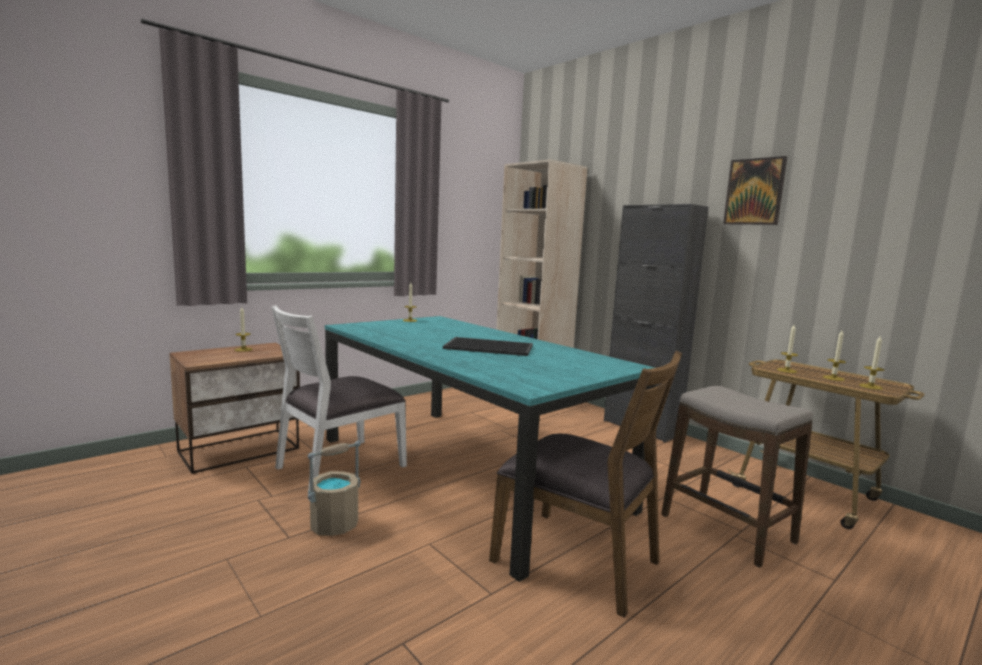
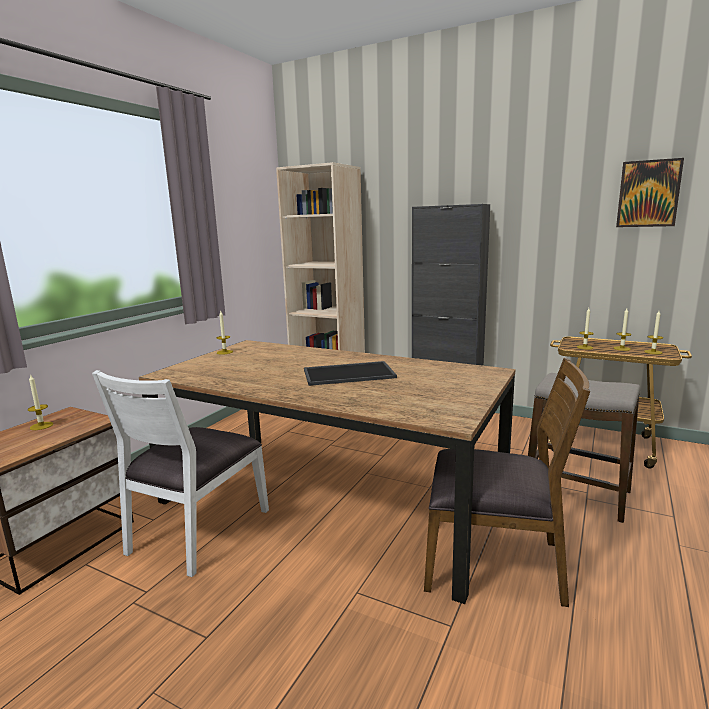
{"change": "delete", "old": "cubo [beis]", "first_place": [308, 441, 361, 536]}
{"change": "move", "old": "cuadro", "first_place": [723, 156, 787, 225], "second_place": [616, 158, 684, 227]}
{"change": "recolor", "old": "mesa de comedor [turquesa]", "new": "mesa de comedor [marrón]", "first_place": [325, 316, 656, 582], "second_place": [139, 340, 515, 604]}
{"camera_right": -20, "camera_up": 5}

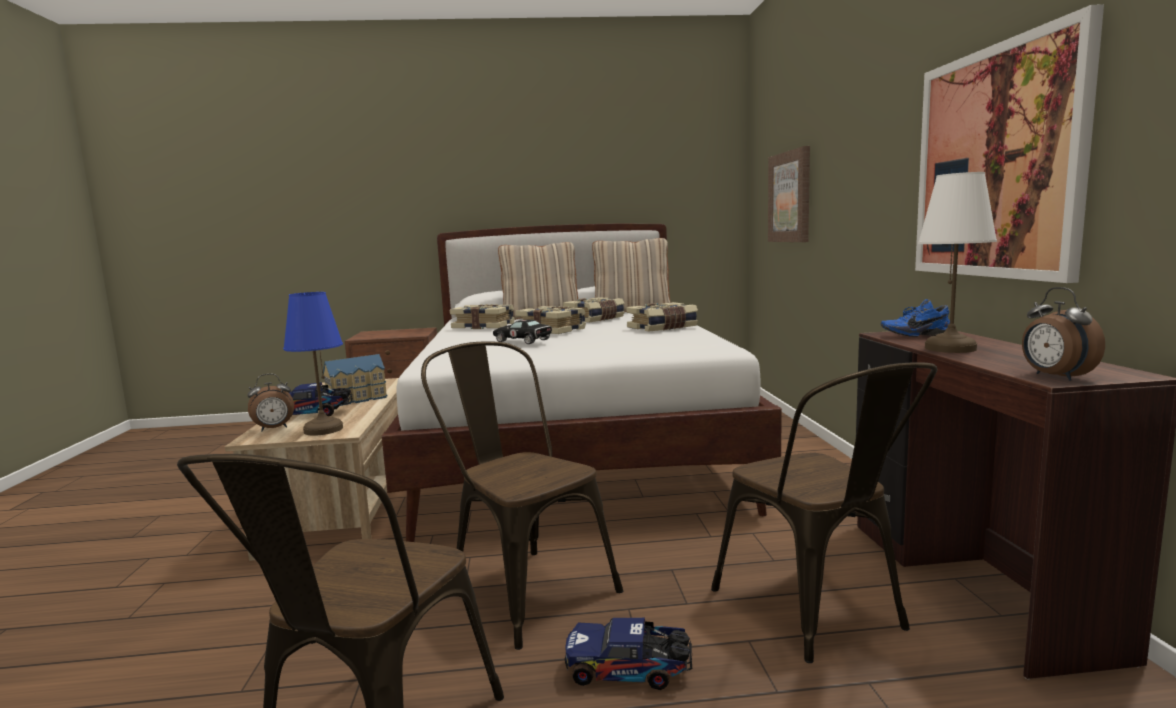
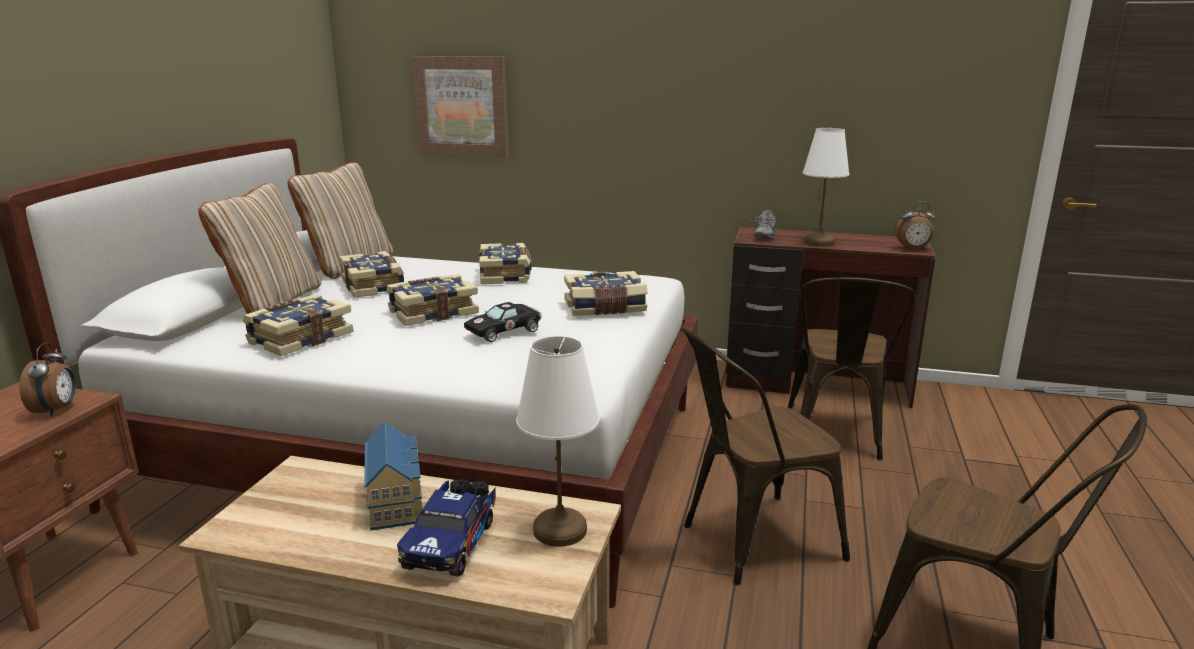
{"change": "delete", "old": "camión de juguete", "first_place": [565, 618, 692, 690]}
{"change": "delete", "old": "cuadro", "first_place": [915, 5, 1104, 283]}
{"change": "insert", "new": "libro", "second_place": [564, 271, 648, 316]}
{"change": "move", "old": "despertador", "first_place": [247, 374, 294, 431], "second_place": [20, 342, 76, 416]}
{"change": "recolor", "old": "lámpara de mesa [azul]", "new": "lámpara de mesa [blanco]", "first_place": [283, 292, 343, 436], "second_place": [516, 336, 599, 547]}
{"change": "recolor", "old": "zapato [azul]", "new": "zapato [gris]", "first_place": [881, 299, 950, 337], "second_place": [750, 210, 776, 239]}
{"change": "rotate", "old": "silla [marrón]", "first_place": [711, 362, 937, 663], "second_place": [788, 277, 915, 460], "degrees": 105}
{"camera_right": -70, "camera_up": 10}

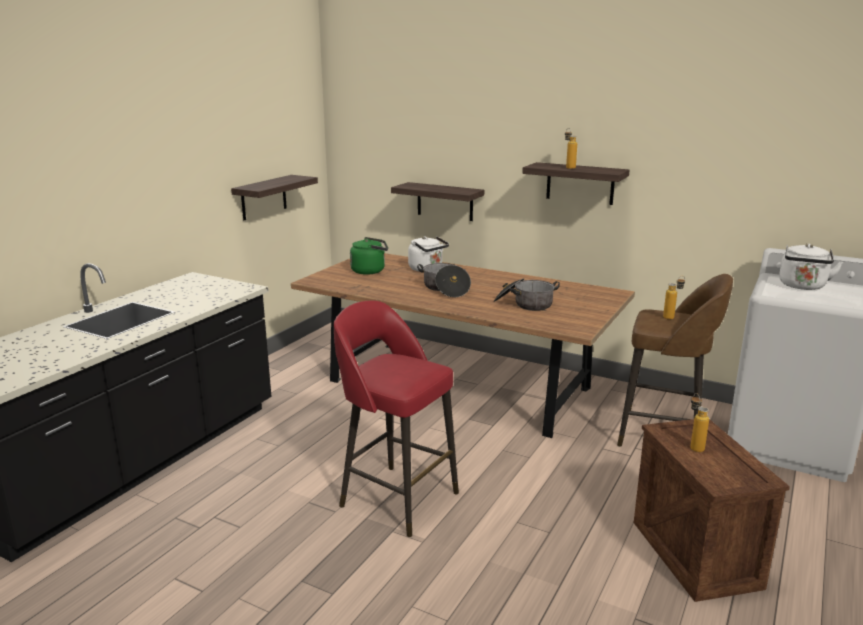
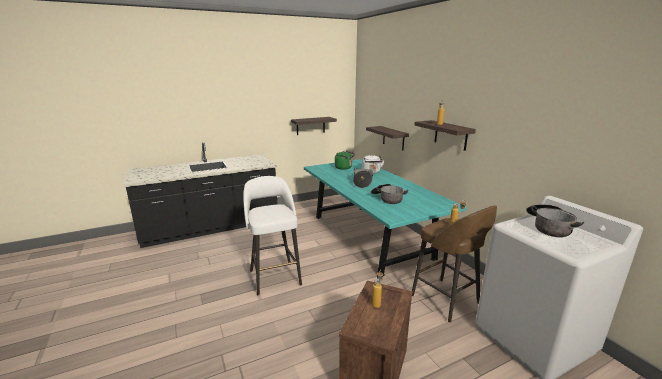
{"change": "replace", "old": "hervidor [blanco]", "new": "olla", "first_place": [779, 244, 843, 290], "second_place": [526, 204, 584, 237]}
{"change": "recolor", "old": "mesa de comedor [marrón]", "new": "mesa de comedor [turquesa]", "first_place": [291, 253, 635, 438], "second_place": [304, 159, 466, 276]}
{"change": "recolor", "old": "taburete [rojo]", "new": "taburete [blanco]", "first_place": [334, 301, 459, 537], "second_place": [243, 176, 302, 295]}
{"camera_right": 35, "camera_up": 0}

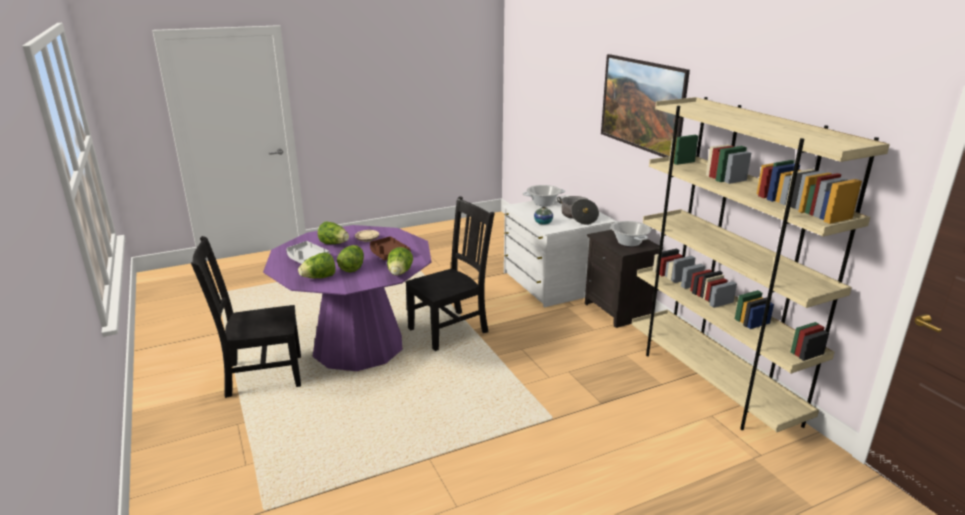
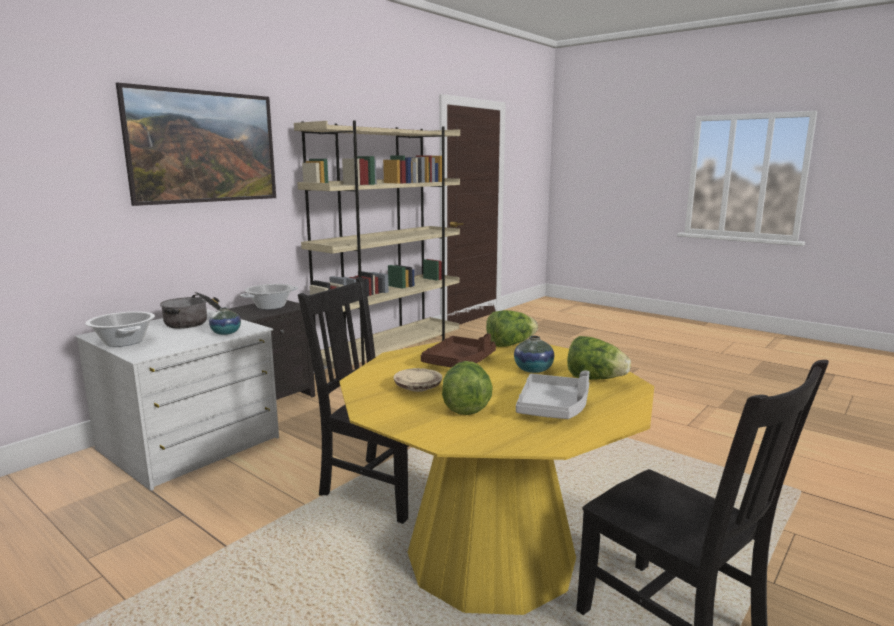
{"change": "replace", "old": "lechuga", "new": "florero", "first_place": [337, 245, 364, 273], "second_place": [514, 336, 554, 373]}
{"change": "recolor", "old": "mesa de comedor [morado]", "new": "mesa de comedor [amarillo]", "first_place": [263, 225, 432, 371], "second_place": [339, 340, 654, 615]}
{"camera_right": -115, "camera_up": -10}

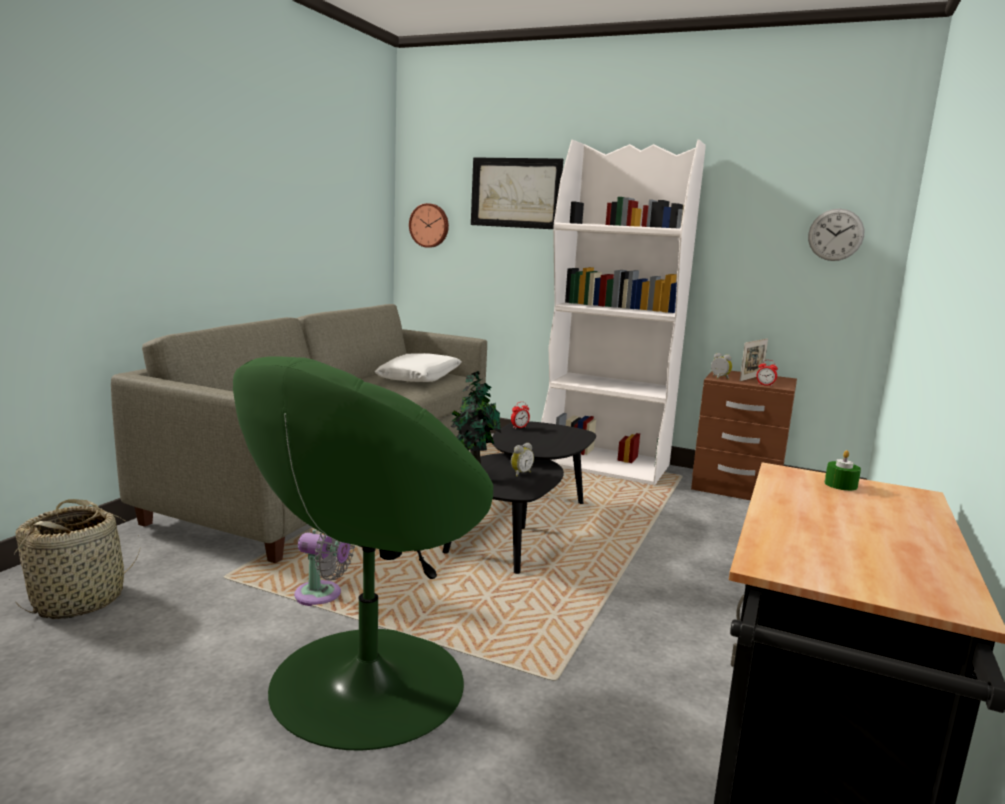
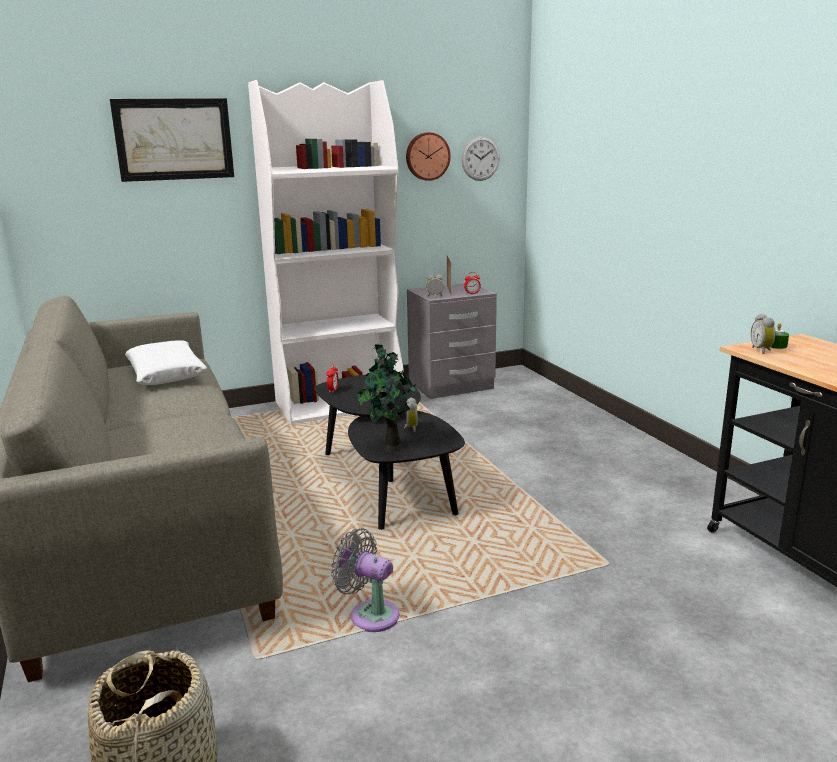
{"change": "delete", "old": "sillón [verde]", "first_place": [233, 356, 493, 750]}
{"change": "insert", "new": "despertador", "second_place": [751, 313, 775, 354]}
{"change": "move", "old": "reloj de pared", "first_place": [409, 203, 449, 248], "second_place": [406, 132, 451, 181]}
{"change": "recolor", "old": "mesita de noche [marrón]", "new": "mesita de noche [gris]", "first_place": [691, 371, 797, 500], "second_place": [407, 283, 497, 399]}
{"change": "rotate", "old": "ventilador [gris]", "first_place": [294, 529, 355, 606], "second_place": [331, 528, 399, 632], "degrees": -120}
{"camera_right": -45, "camera_up": 5}

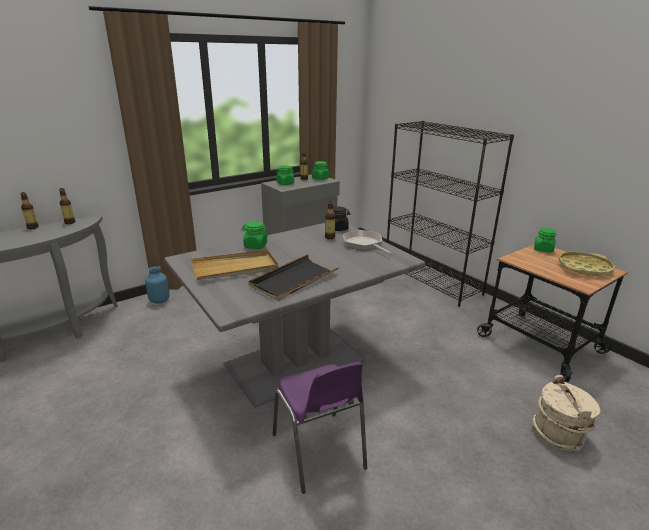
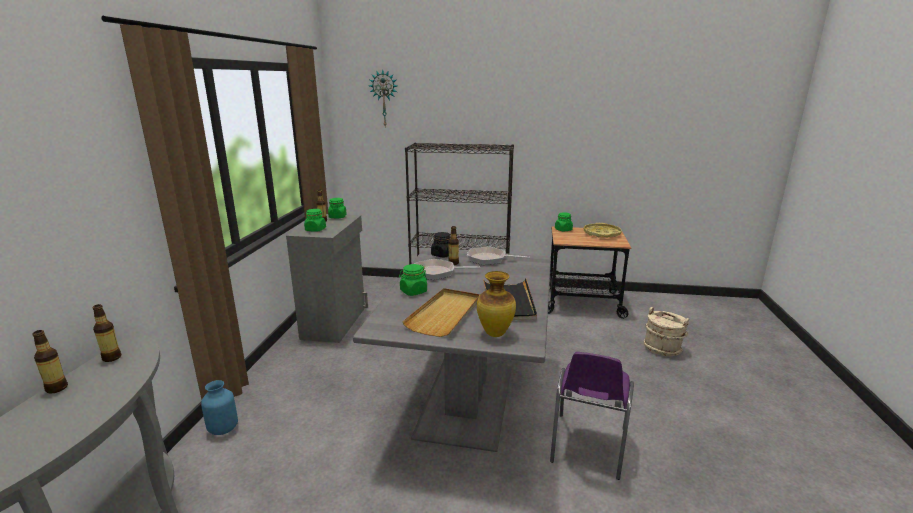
{"change": "insert", "new": "reloj de pared", "second_place": [369, 69, 397, 126]}
{"change": "insert", "new": "sartén", "second_place": [415, 259, 480, 280]}
{"change": "insert", "new": "florero", "second_place": [477, 271, 516, 337]}
{"change": "rotate", "old": "silla [morado]", "first_place": [273, 362, 367, 494], "second_place": [550, 352, 634, 480], "degrees": 90}
{"camera_right": -45, "camera_up": -5}

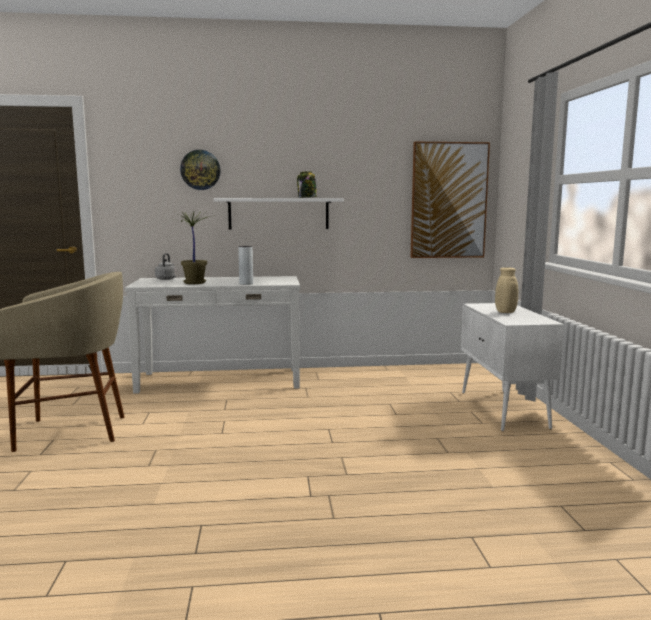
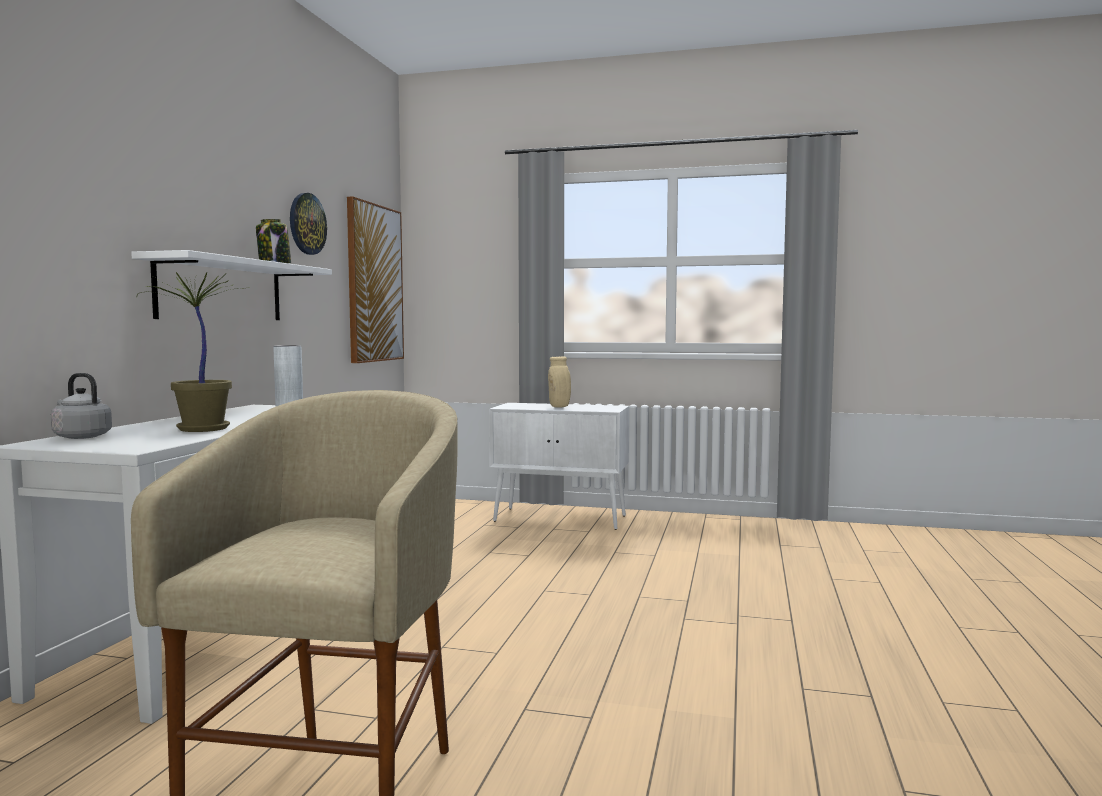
{"change": "move", "old": "reloj de pared", "first_place": [180, 150, 221, 190], "second_place": [290, 193, 327, 255]}
{"camera_right": -70, "camera_up": -5}

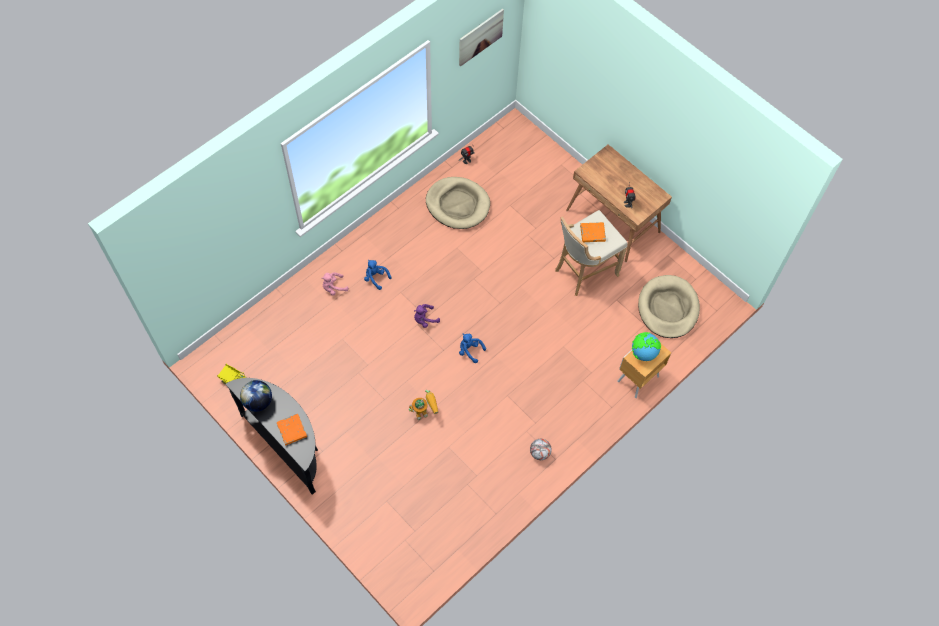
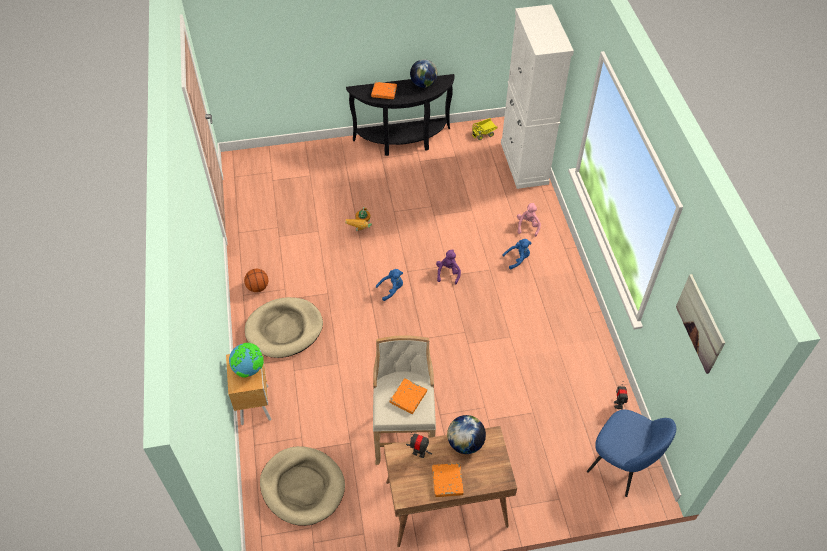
{"change": "insert", "new": "libro [naranja]", "second_place": [432, 463, 464, 497]}
{"change": "insert", "new": "globo terráqueo", "second_place": [447, 415, 486, 454]}
{"change": "insert", "new": "armario [blanco]", "second_place": [501, 4, 574, 189]}
{"change": "insert", "new": "silla [azul]", "second_place": [587, 410, 676, 497]}
{"change": "move", "old": "cama para perro [beis]", "first_place": [426, 177, 490, 229], "second_place": [245, 297, 323, 358]}
{"change": "replace", "old": "balón de fútbol", "new": "balón de baloncesto", "first_place": [530, 439, 552, 460], "second_place": [244, 269, 268, 292]}
{"camera_right": 125, "camera_up": -10}

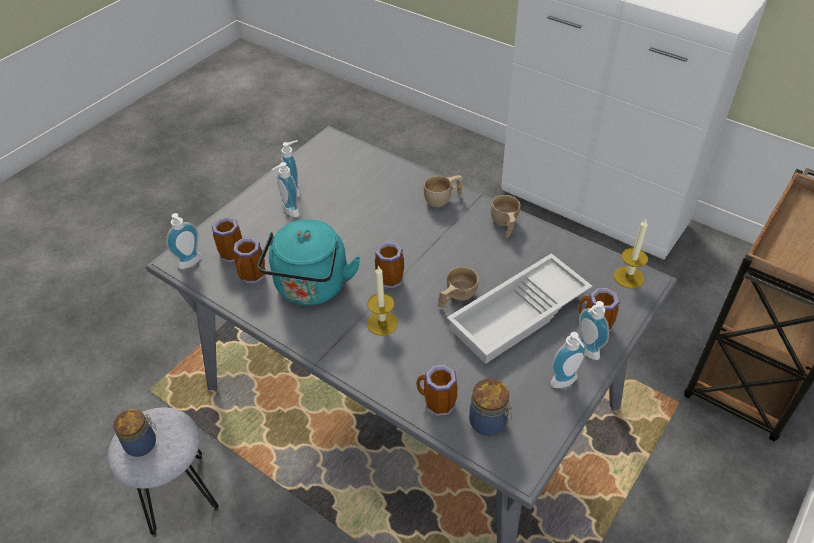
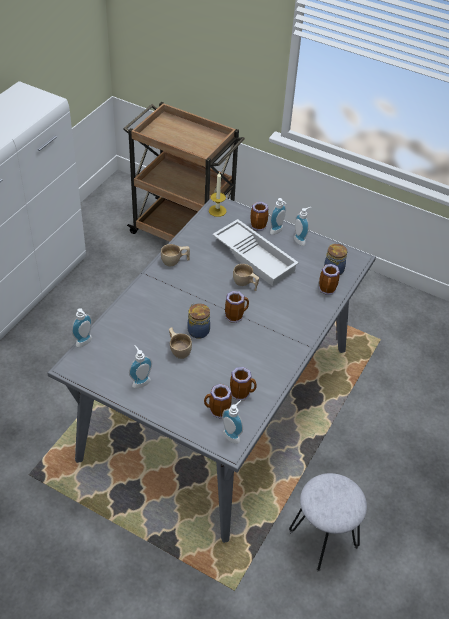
{"change": "delete", "old": "hervidor [turquesa]", "first_place": [257, 219, 361, 305]}
{"change": "delete", "old": "vela", "first_place": [367, 265, 398, 336]}
{"change": "move", "old": "tarro", "first_place": [113, 409, 157, 457], "second_place": [187, 303, 210, 339]}
{"change": "move", "old": "dispensador de jabón", "first_place": [272, 162, 300, 217], "second_place": [72, 308, 92, 347]}
{"change": "move", "old": "taza [beis]", "first_place": [424, 175, 463, 207], "second_place": [169, 327, 192, 359]}
{"camera_right": -100, "camera_up": 0}

